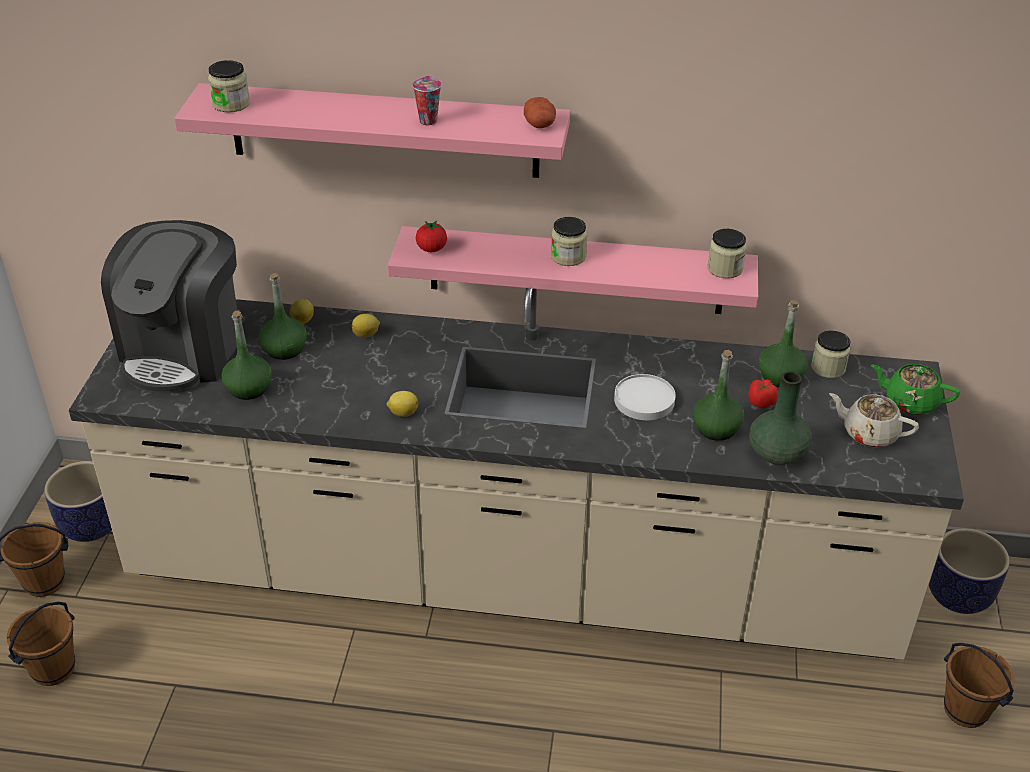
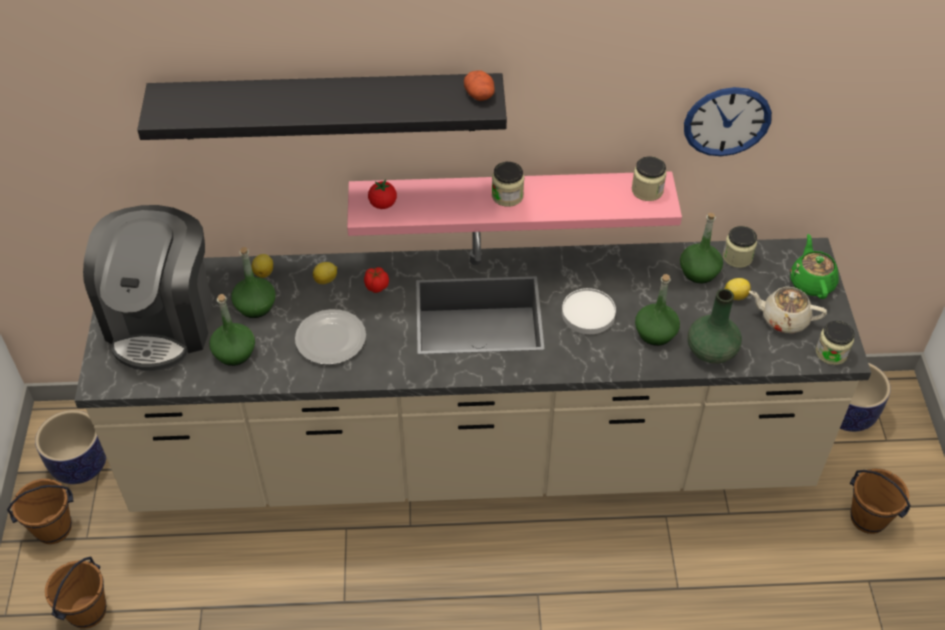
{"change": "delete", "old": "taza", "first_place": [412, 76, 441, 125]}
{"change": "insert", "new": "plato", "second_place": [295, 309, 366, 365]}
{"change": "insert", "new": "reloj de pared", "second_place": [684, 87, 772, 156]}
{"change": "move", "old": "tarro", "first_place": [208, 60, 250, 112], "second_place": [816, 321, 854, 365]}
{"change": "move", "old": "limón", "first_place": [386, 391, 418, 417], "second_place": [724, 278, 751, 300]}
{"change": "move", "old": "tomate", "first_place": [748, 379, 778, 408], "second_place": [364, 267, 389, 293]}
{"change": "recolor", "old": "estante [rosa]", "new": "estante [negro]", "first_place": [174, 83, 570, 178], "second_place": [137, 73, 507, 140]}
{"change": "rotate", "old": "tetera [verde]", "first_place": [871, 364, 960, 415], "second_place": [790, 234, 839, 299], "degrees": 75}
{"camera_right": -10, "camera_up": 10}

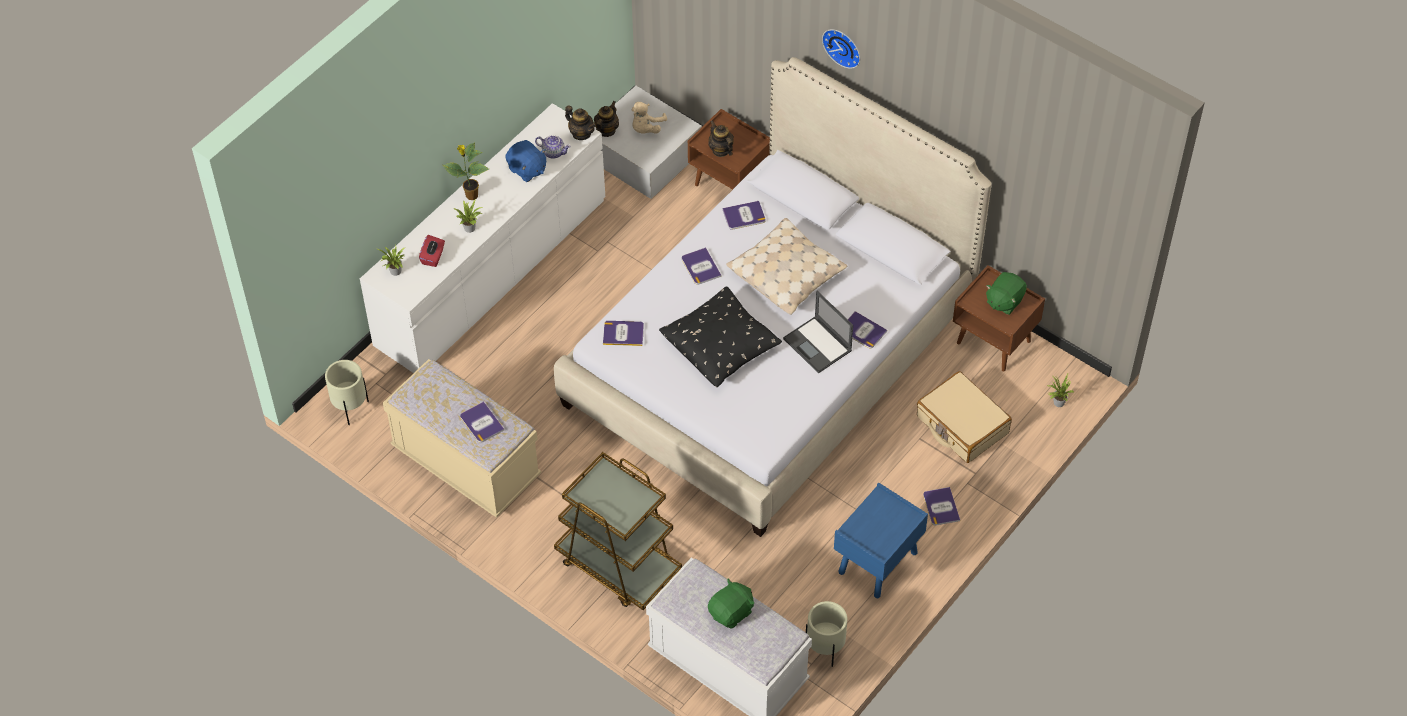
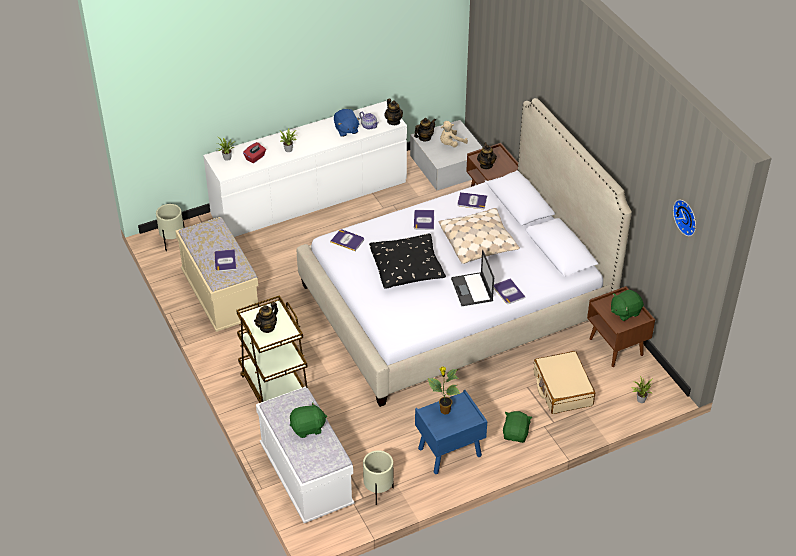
{"change": "insert", "new": "tetera", "second_place": [254, 302, 278, 333]}
{"change": "move", "old": "planta en maceta", "first_place": [443, 142, 489, 200], "second_place": [428, 366, 461, 415]}
{"change": "move", "old": "reloj de pared", "first_place": [822, 29, 860, 69], "second_place": [673, 200, 696, 236]}
{"change": "replace", "old": "libro", "new": "peluche [verde]", "first_place": [923, 487, 960, 526], "second_place": [503, 411, 532, 443]}
{"camera_right": 25, "camera_up": -10}

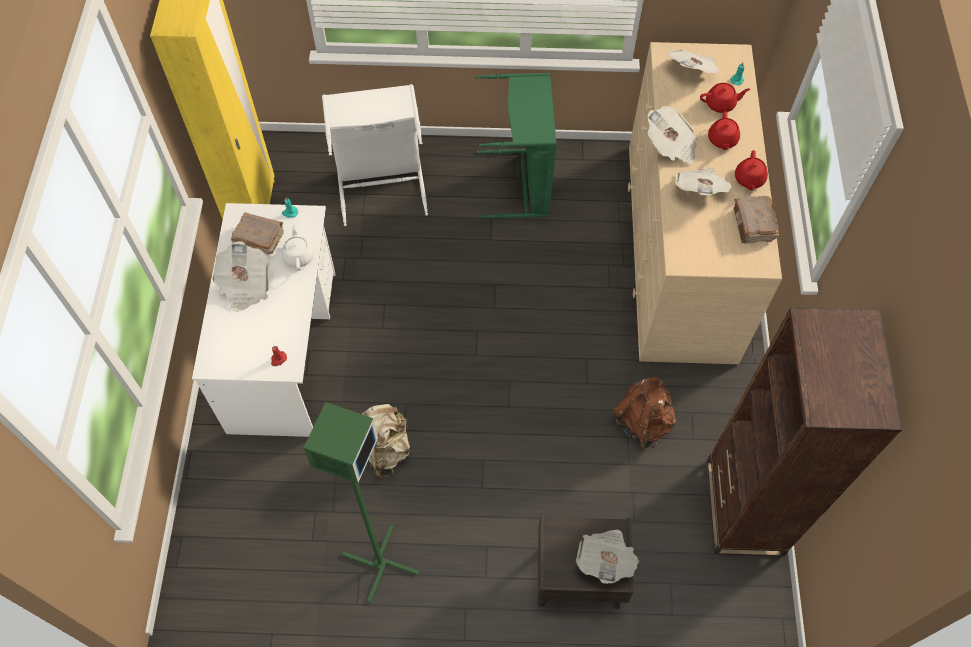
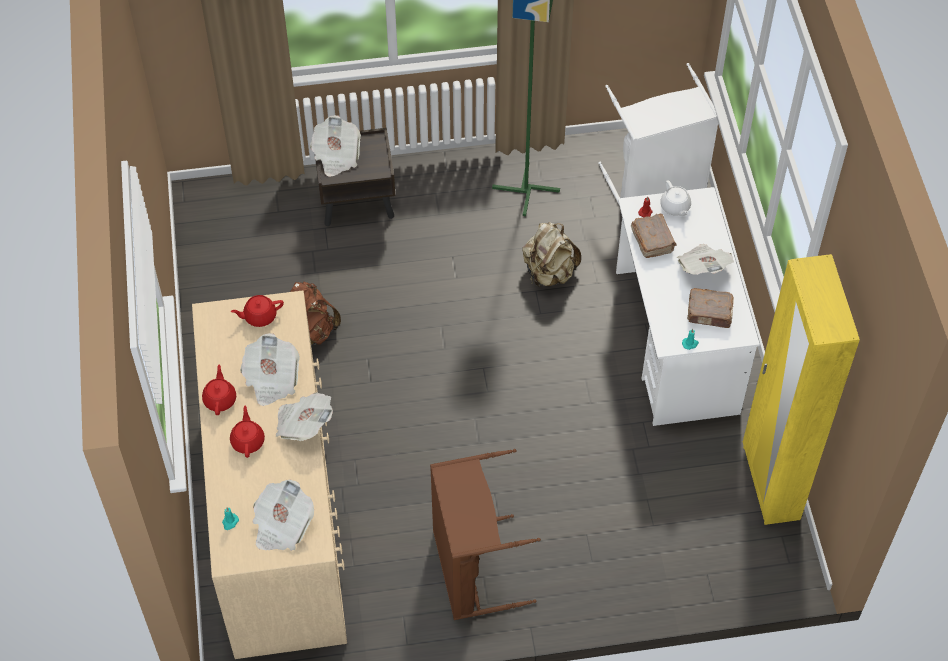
{"change": "delete", "old": "estantería [marrón]", "first_place": [707, 308, 902, 556]}
{"change": "move", "old": "tetera [blanco]", "first_place": [281, 223, 314, 271], "second_place": [660, 180, 691, 216]}
{"change": "move", "old": "cesto de la ropa [blanco]", "first_place": [322, 84, 428, 226], "second_place": [598, 63, 718, 204]}
{"change": "move", "old": "tetera [rojo]", "first_place": [700, 83, 750, 113], "second_place": [231, 295, 284, 327]}
{"change": "move", "old": "libro [marrón]", "first_place": [734, 196, 779, 244], "second_place": [631, 214, 677, 258]}
{"change": "recolor", "old": "cesto de la ropa [verde]", "new": "cesto de la ropa [marrón]", "first_place": [476, 73, 557, 218], "second_place": [430, 449, 541, 620]}
{"camera_right": 170, "camera_up": -5}

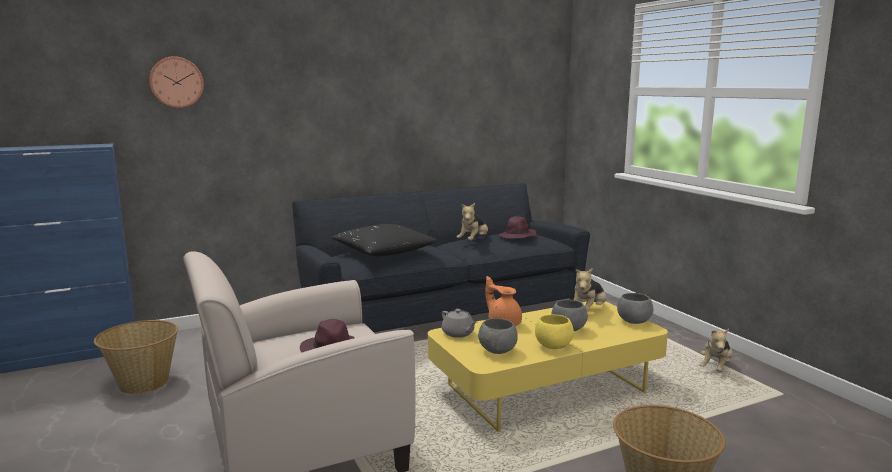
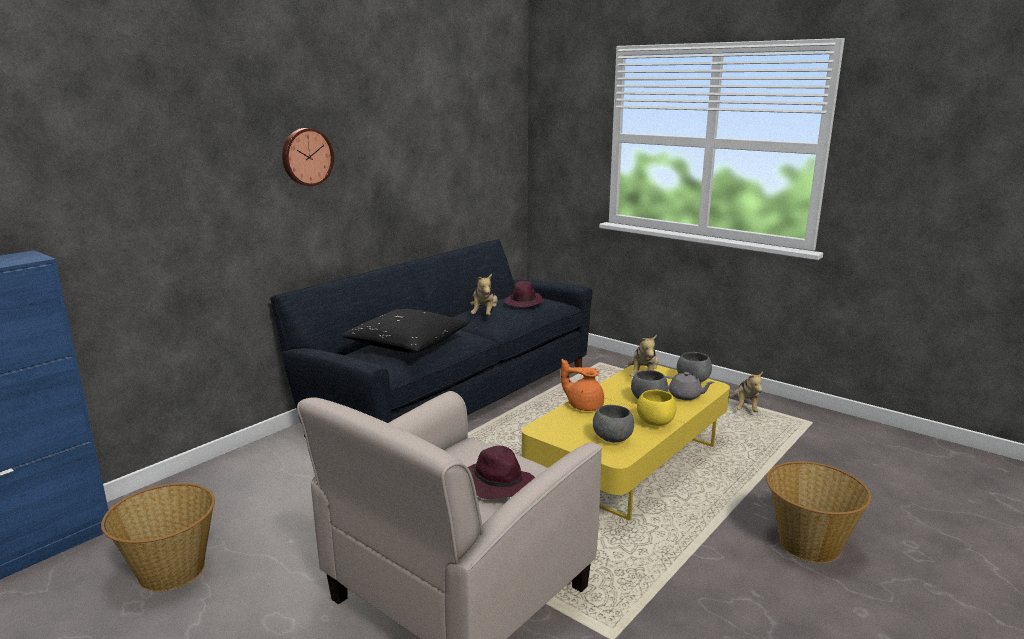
{"change": "move", "old": "reloj de pared", "first_place": [149, 56, 204, 108], "second_place": [282, 128, 334, 186]}
{"change": "move", "old": "tetera [gris]", "first_place": [442, 309, 477, 338], "second_place": [665, 372, 715, 400]}
{"camera_right": -25, "camera_up": 5}

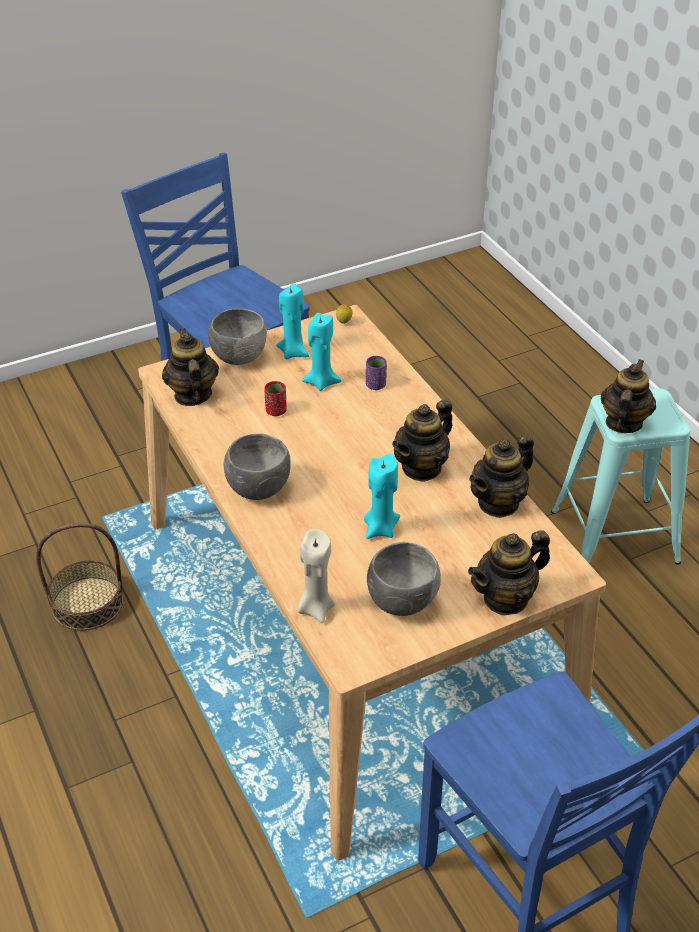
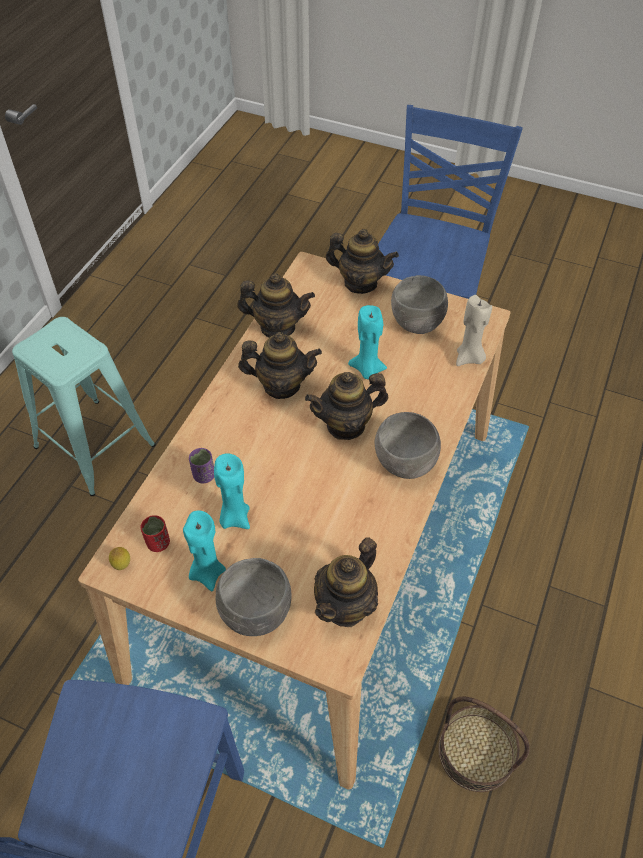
{"change": "move", "old": "taza [rojo]", "first_place": [264, 381, 286, 416], "second_place": [141, 515, 170, 552]}
{"change": "move", "old": "tetera", "first_place": [601, 359, 656, 433], "second_place": [305, 372, 388, 440]}
{"camera_right": -130, "camera_up": 10}

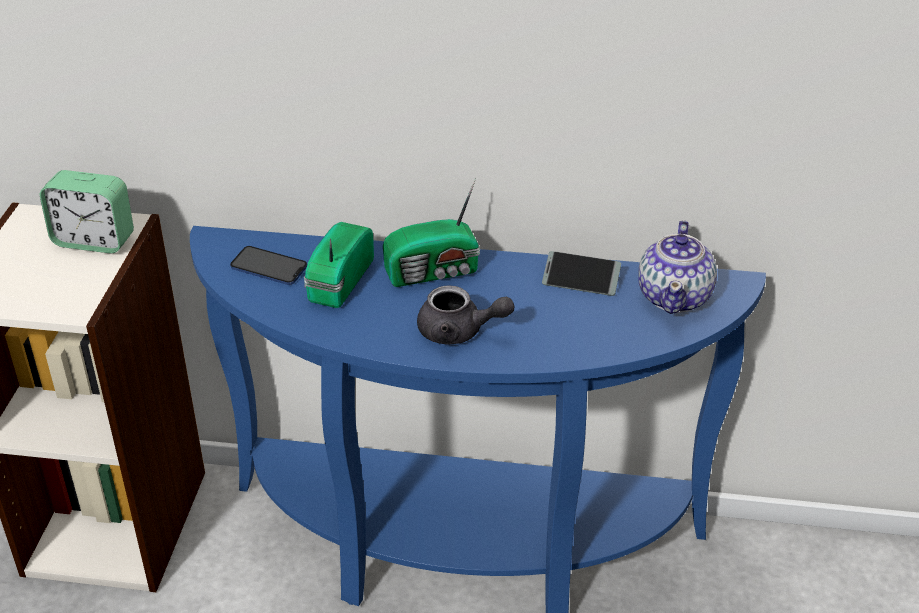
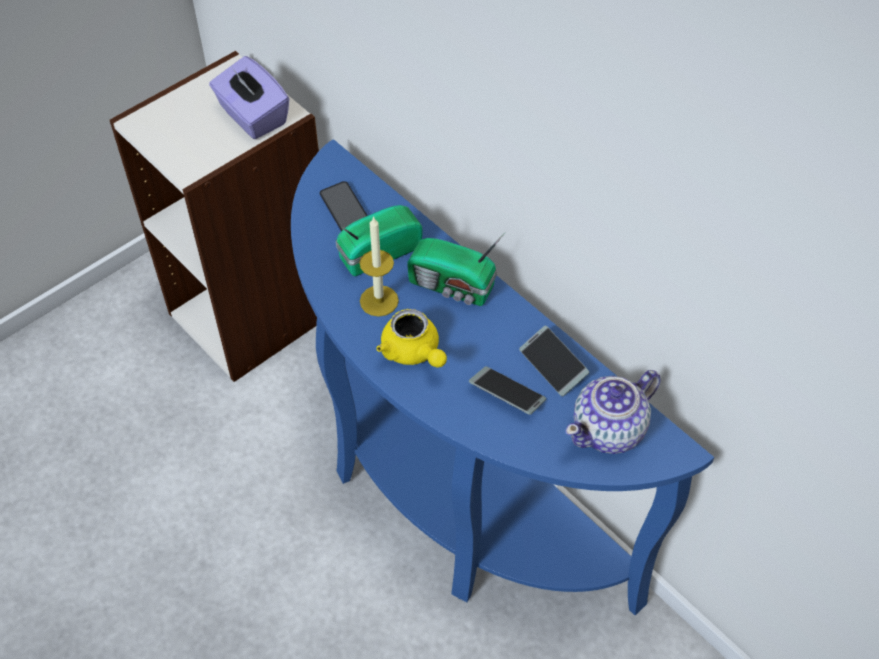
{"change": "insert", "new": "vela", "second_place": [359, 216, 399, 317]}
{"change": "insert", "new": "móvil", "second_place": [469, 366, 546, 415]}
{"change": "replace", "old": "despertador", "new": "caja de pañuelos [morado]", "first_place": [40, 170, 134, 253], "second_place": [209, 56, 289, 139]}
{"change": "recolor", "old": "tetera [gris]", "new": "tetera [amarillo]", "first_place": [417, 285, 514, 344], "second_place": [377, 309, 447, 368]}
{"camera_right": 40, "camera_up": 15}

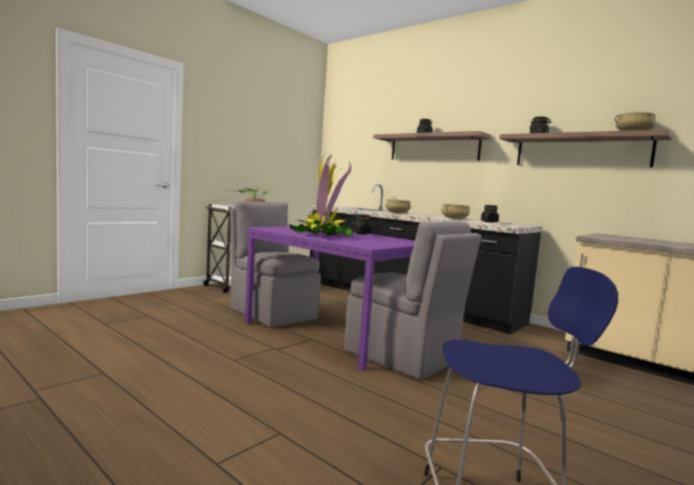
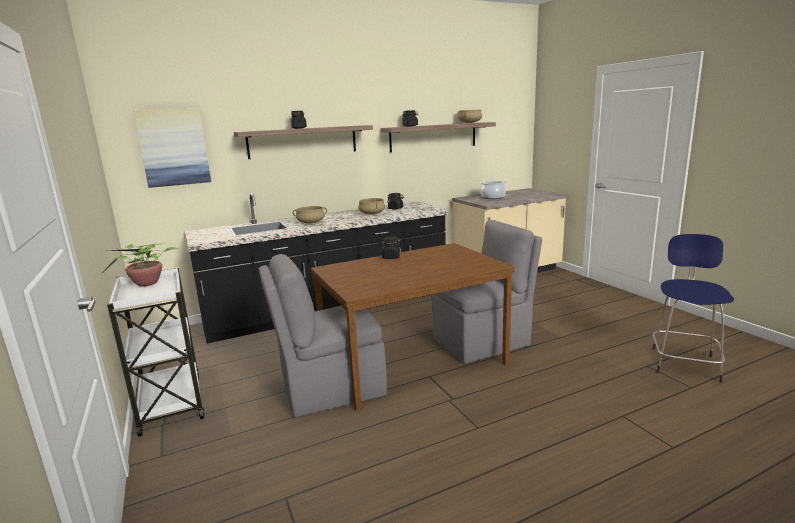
{"change": "delete", "old": "planta en maceta", "first_place": [289, 152, 354, 237]}
{"change": "insert", "new": "cuadro", "second_place": [133, 108, 211, 188]}
{"change": "insert", "new": "olla", "second_place": [480, 181, 507, 199]}
{"change": "recolor", "old": "mesa de comedor [morado]", "new": "mesa de comedor [marrón]", "first_place": [245, 226, 415, 371], "second_place": [311, 243, 514, 412]}
{"camera_right": -65, "camera_up": 10}

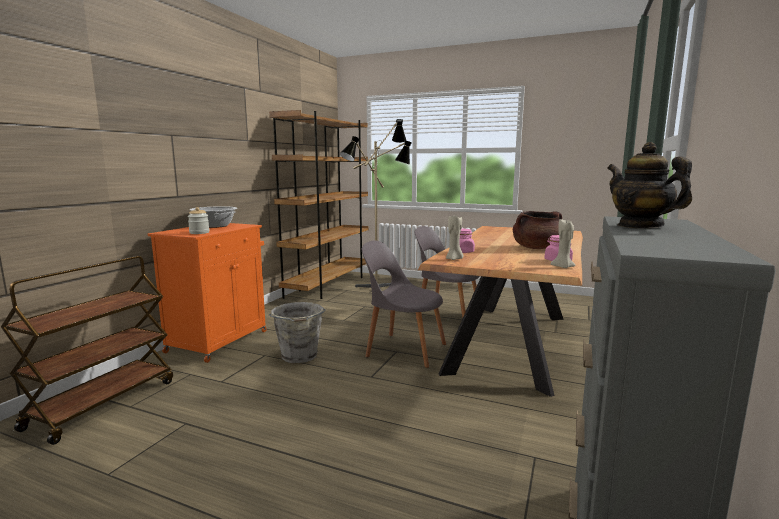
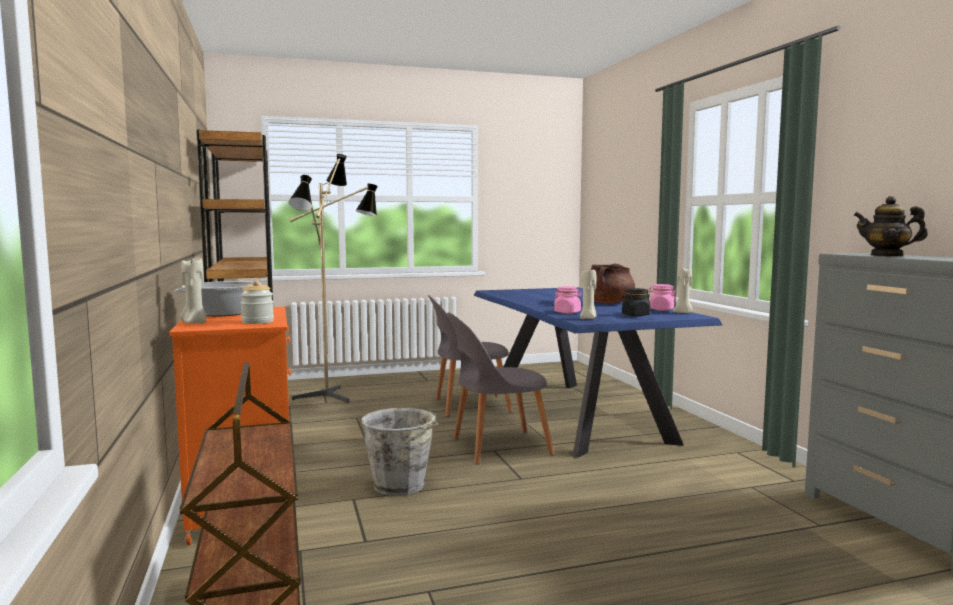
{"change": "insert", "new": "vela [beis]", "second_place": [180, 257, 207, 323]}
{"change": "insert", "new": "tarro [negro]", "second_place": [622, 288, 650, 316]}
{"change": "recolor", "old": "mesa de comedor [marrón]", "new": "mesa de comedor [azul]", "first_place": [418, 226, 583, 397], "second_place": [474, 287, 722, 458]}
{"camera_right": -40, "camera_up": -5}

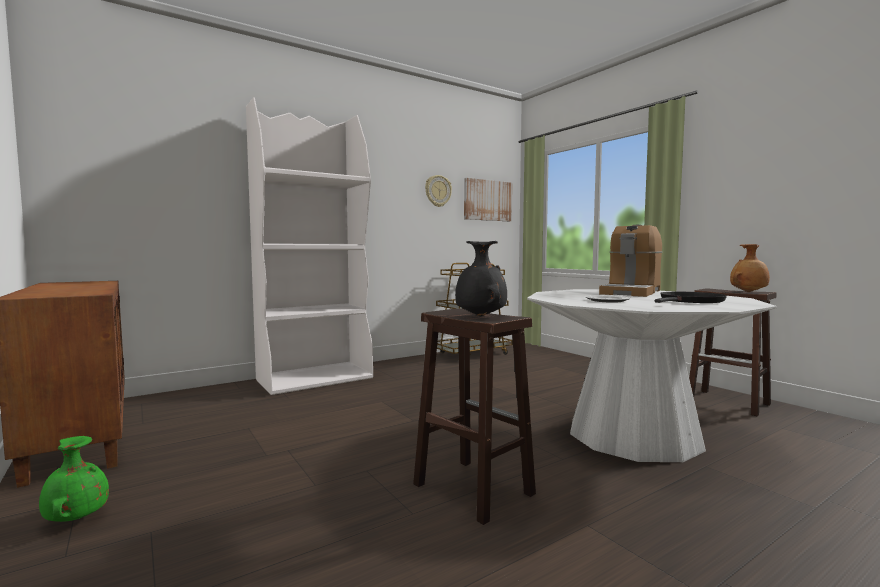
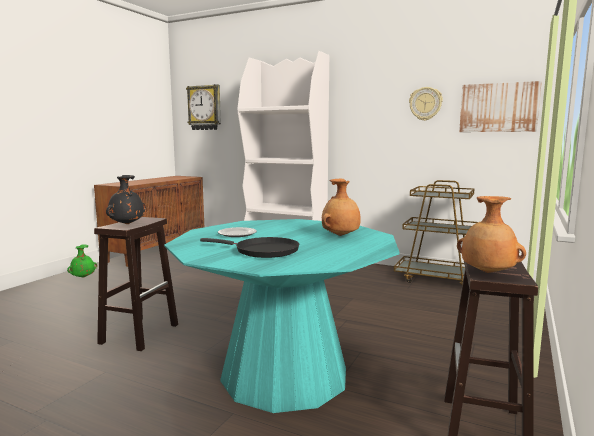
{"change": "insert", "new": "reloj de pared", "second_place": [186, 84, 221, 130]}
{"change": "replace", "old": "cafetera", "new": "florero [marrón]", "first_place": [599, 225, 662, 297], "second_place": [322, 178, 361, 236]}
{"change": "recolor", "old": "mesa de comedor [blanco]", "new": "mesa de comedor [turquesa]", "first_place": [527, 289, 777, 462], "second_place": [164, 219, 400, 413]}
{"camera_right": 60, "camera_up": 5}

